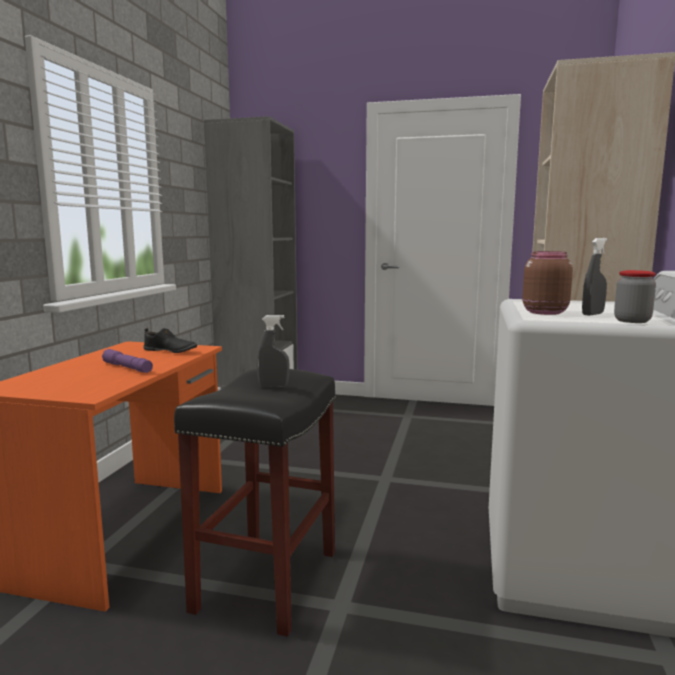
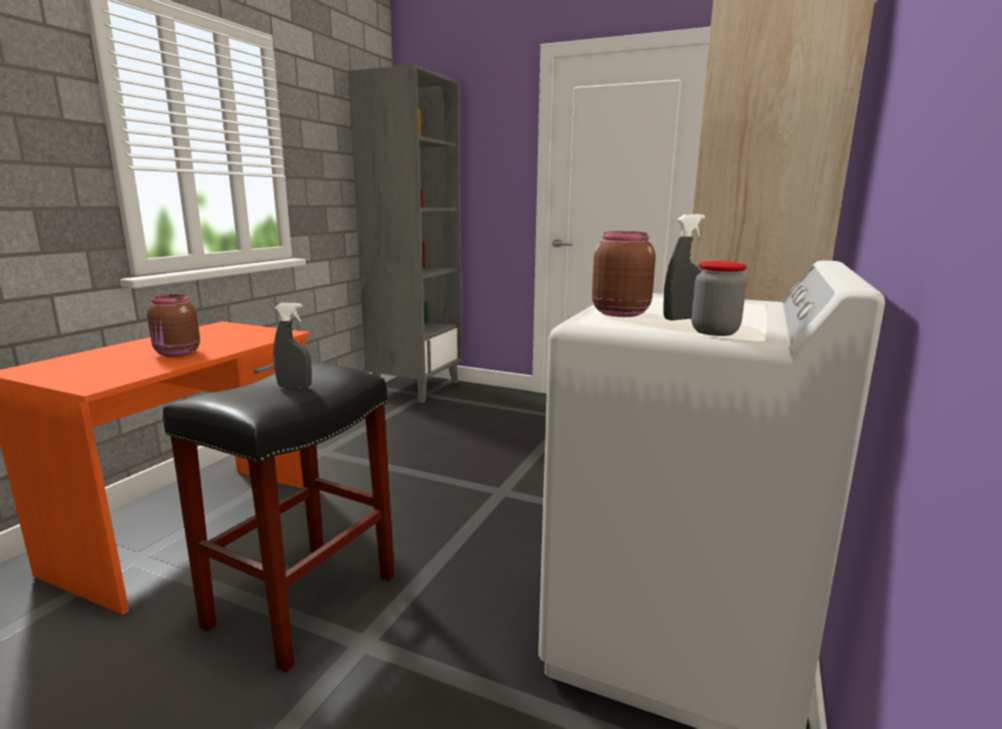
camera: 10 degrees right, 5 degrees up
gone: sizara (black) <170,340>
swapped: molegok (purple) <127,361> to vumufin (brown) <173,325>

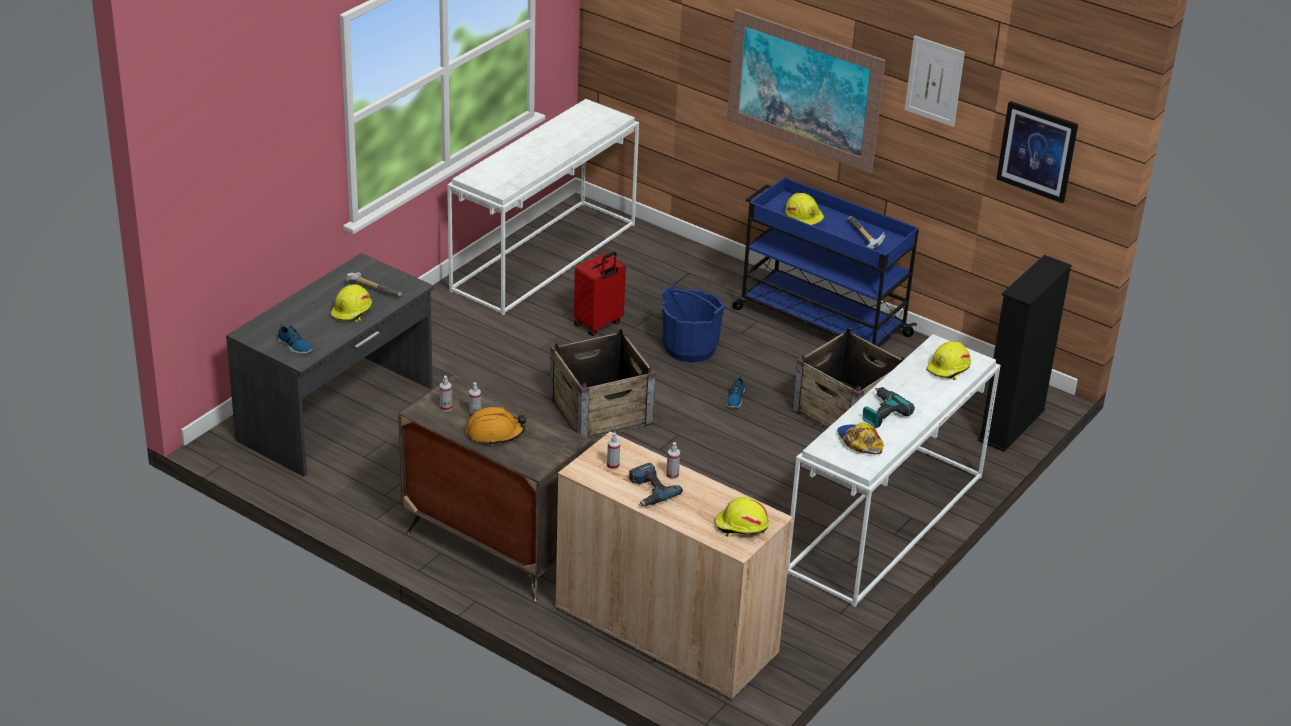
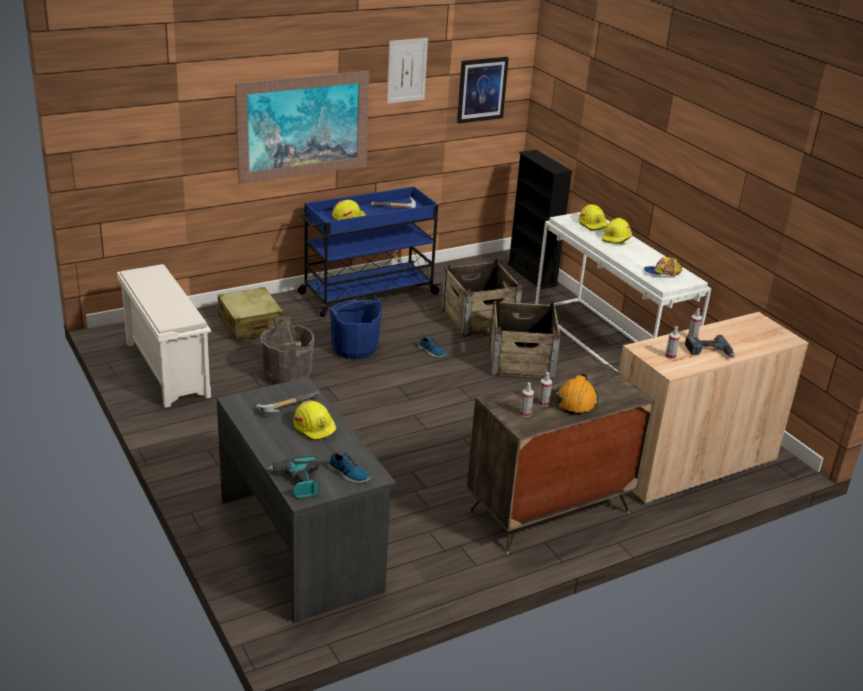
camera: 65 degrees left, 5 degrees down
new: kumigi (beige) <251,314>
shifted: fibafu <603,384> to <525,339>; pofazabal <888,407> to <293,477>; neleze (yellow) <741,517> to <617,231>
swapped: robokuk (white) <543,207> to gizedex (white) <164,336>; kumigi (red) <600,294> to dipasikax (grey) <287,350>
rotated: sizara <295,338> = <349,466> 60 degrees clockwise

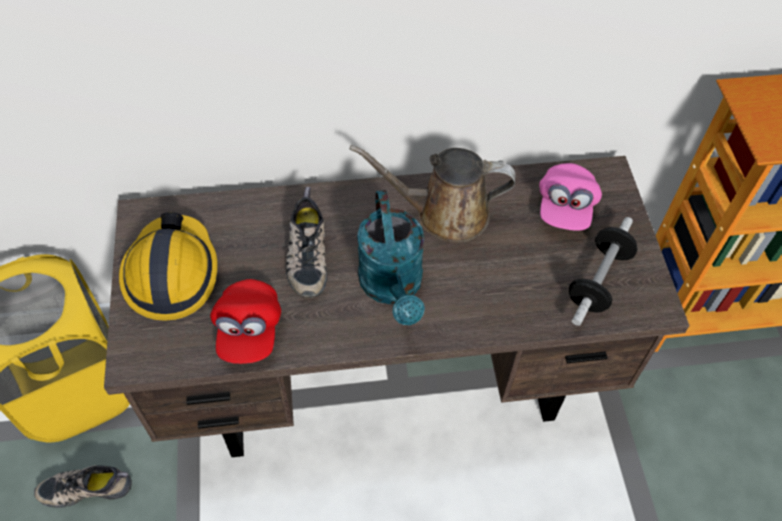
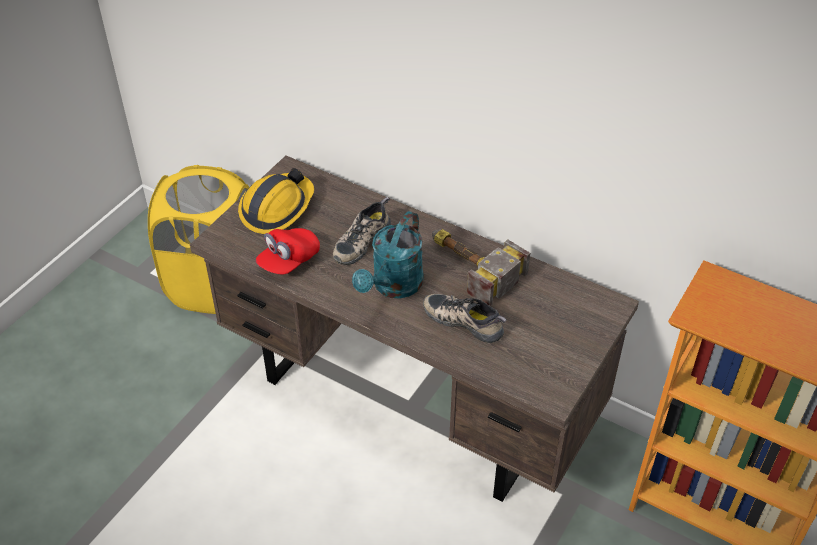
camera: 40 degrees right, 10 degrees down
gone: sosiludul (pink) <570,197>; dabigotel <603,271>
shifted: sizara <83,486> to <465,318>
swapped: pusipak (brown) <432,194> to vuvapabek <481,267>

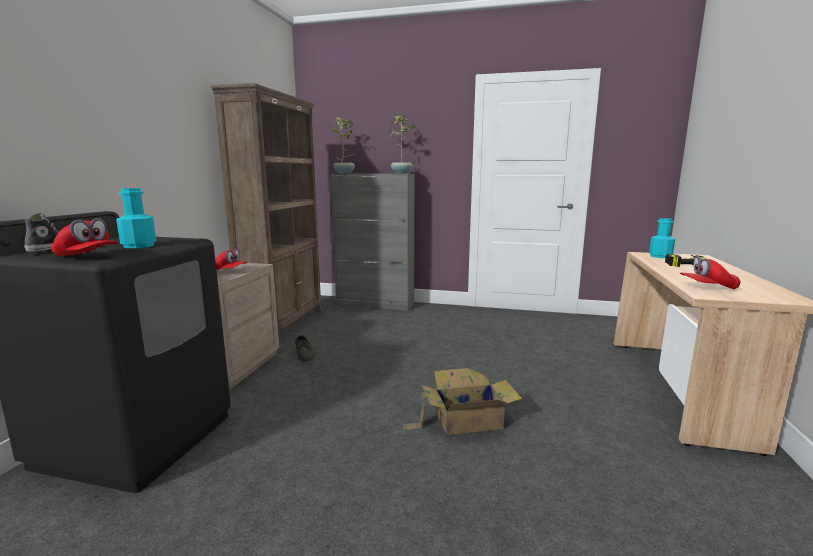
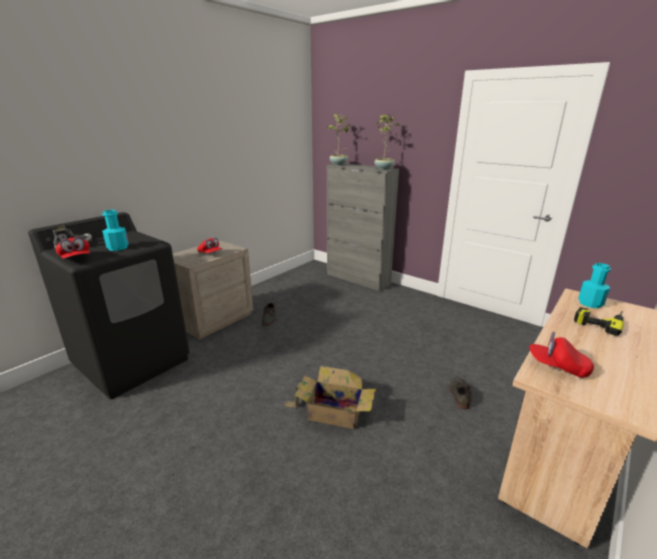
camera: 25 degrees right, 10 degrees up
gone: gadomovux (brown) <266,207>
new: sizara (grey) <460,393>

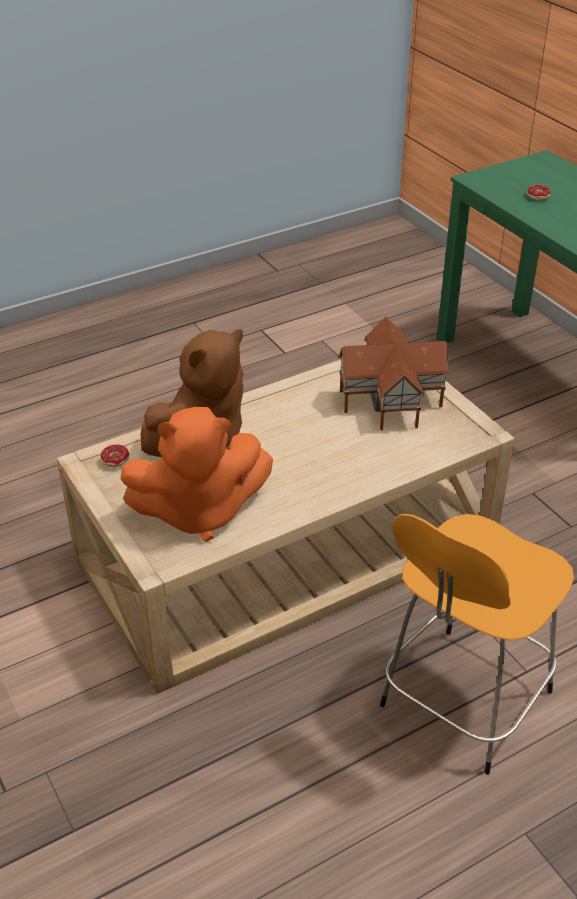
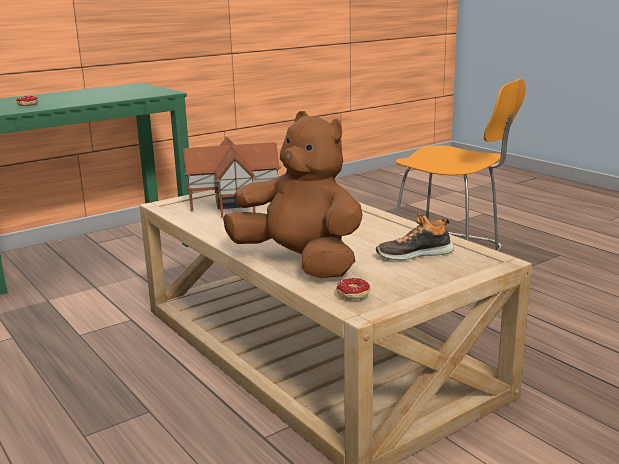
camera: 95 degrees left, 20 degrees down
swapped: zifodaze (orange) <196,474> to sizara <415,236>

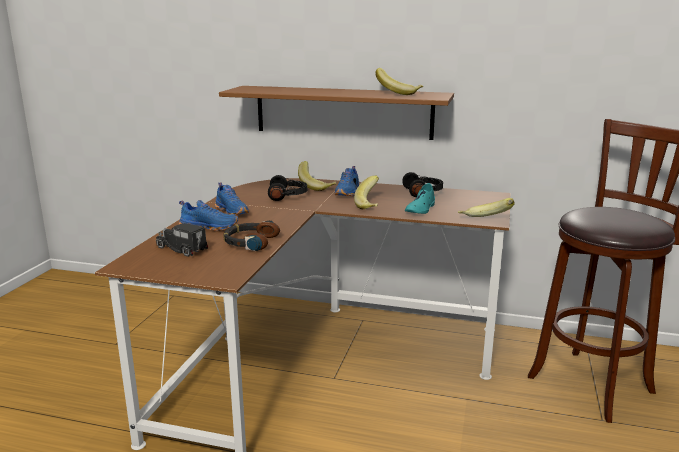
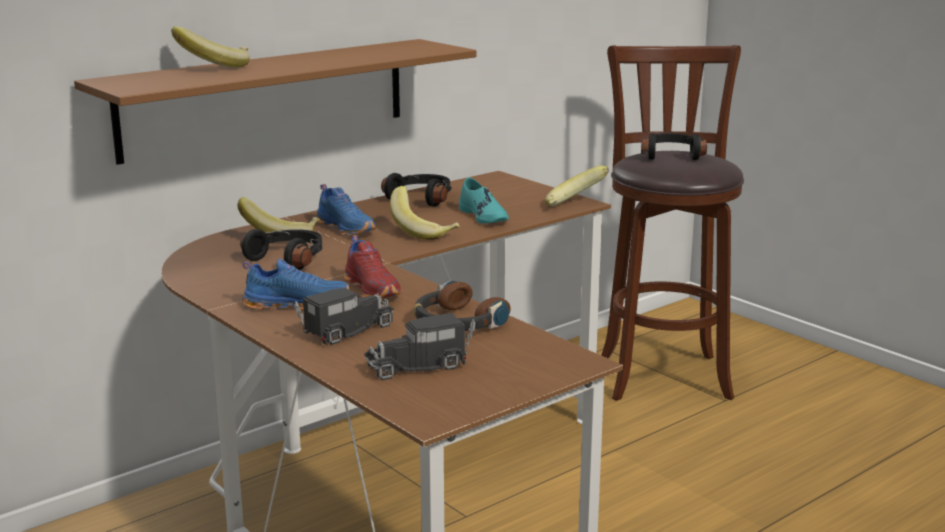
camera: 55 degrees left, 0 degrees up
new: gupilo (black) <674,146>; sizara (red) <373,266>
shifted: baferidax <399,81> to <210,47>
swapped: sizara (blue) <208,215> to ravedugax <344,316>

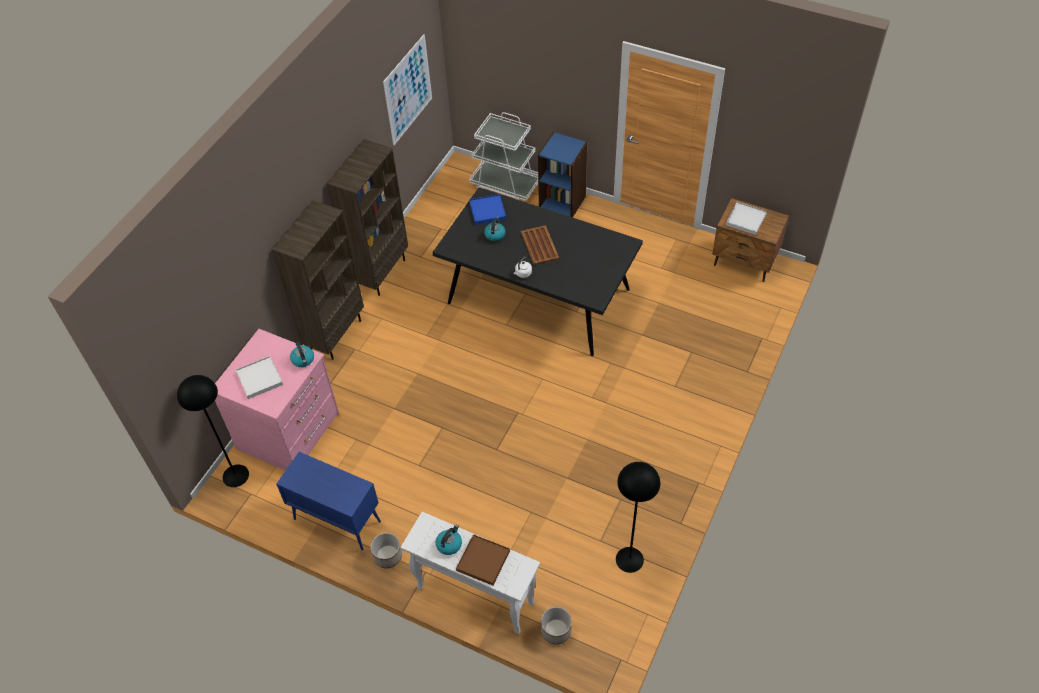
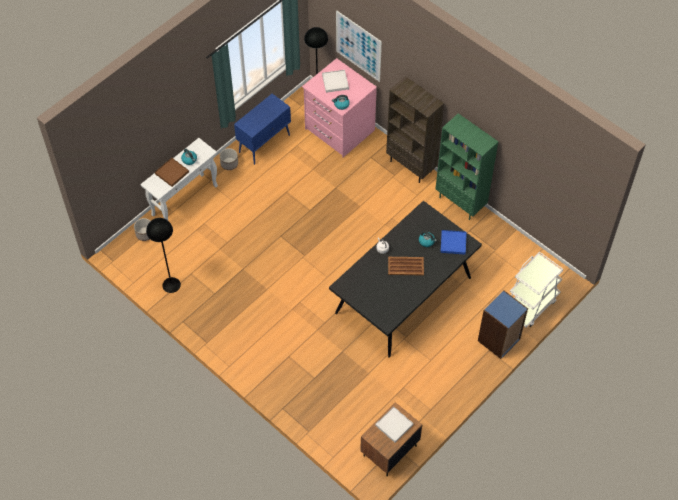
camera: 105 degrees right, 5 degrees up
shifted: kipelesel <407,89> to <359,46>
repainted: gadomovux (brown) <367,217> to gadomovux (green) <467,166>

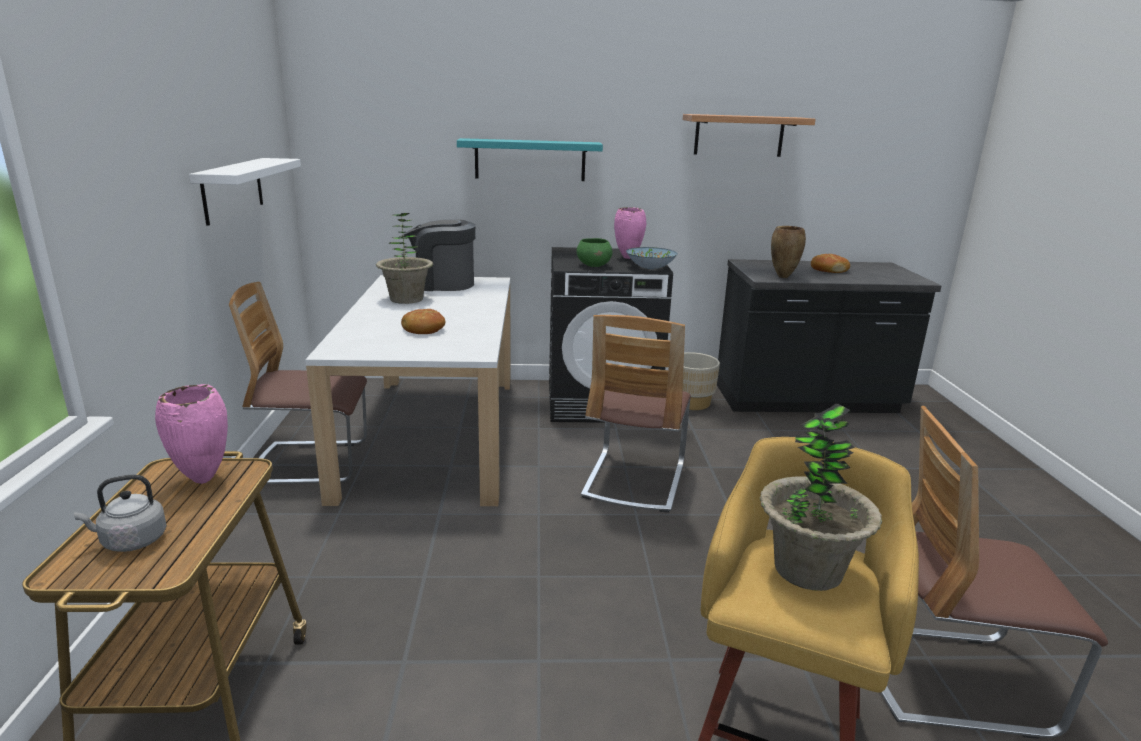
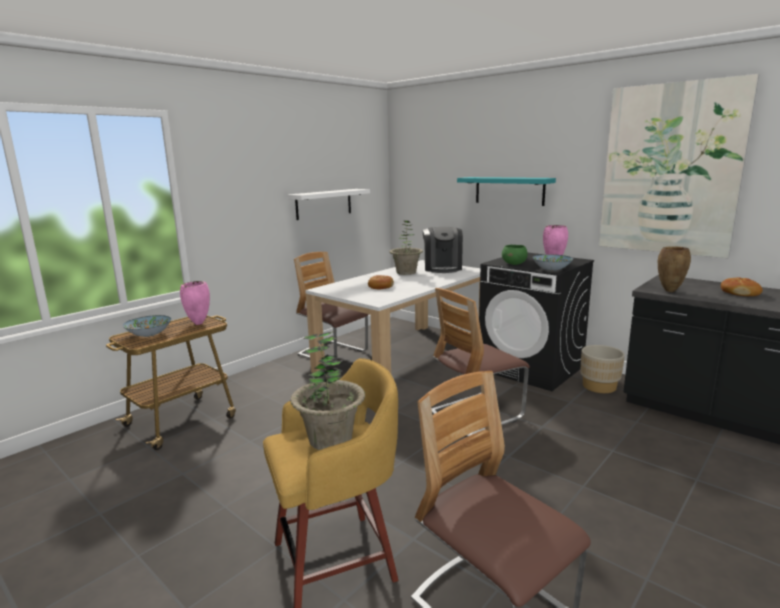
camera: 45 degrees right, 5 degrees down
swapped: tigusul <749,135> to kipelesel <679,166>; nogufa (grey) <120,513> to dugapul <147,326>
rotated: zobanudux <440,255> = <442,250> 135 degrees counterclockwise

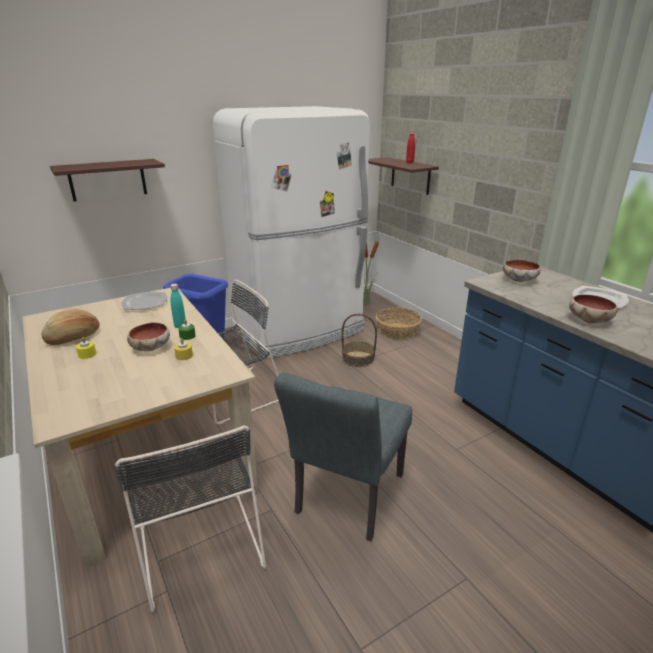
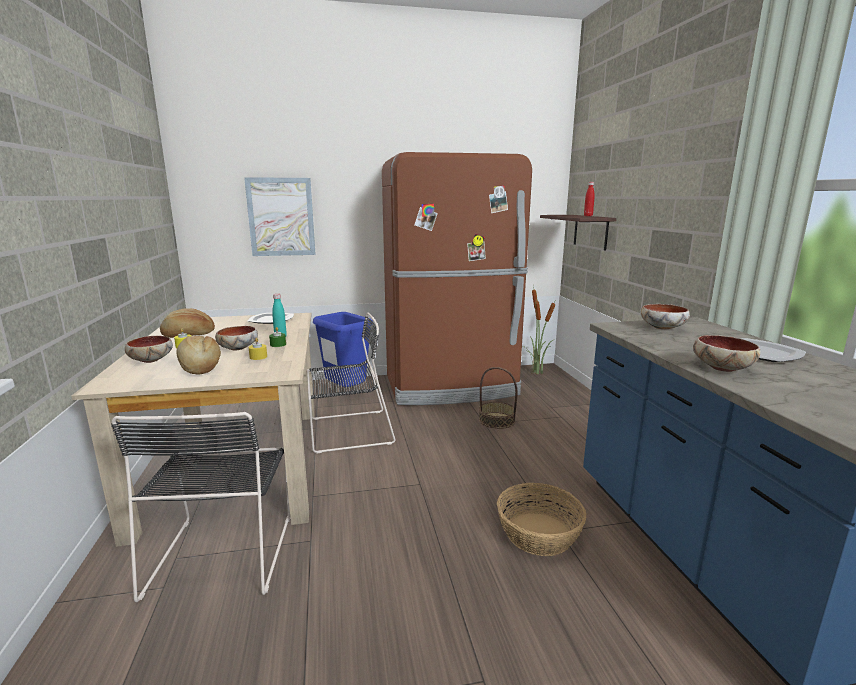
camera: 20 degrees right, 10 degrees down
gone: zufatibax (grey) <343,457>
new: dugapul <149,349>; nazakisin <198,355>
shifted: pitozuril <399,323> to <542,519>
swapped: tigusul <107,180> to kipelesel <280,216>
repainted: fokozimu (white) <291,232> to fokozimu (brown) <457,278>

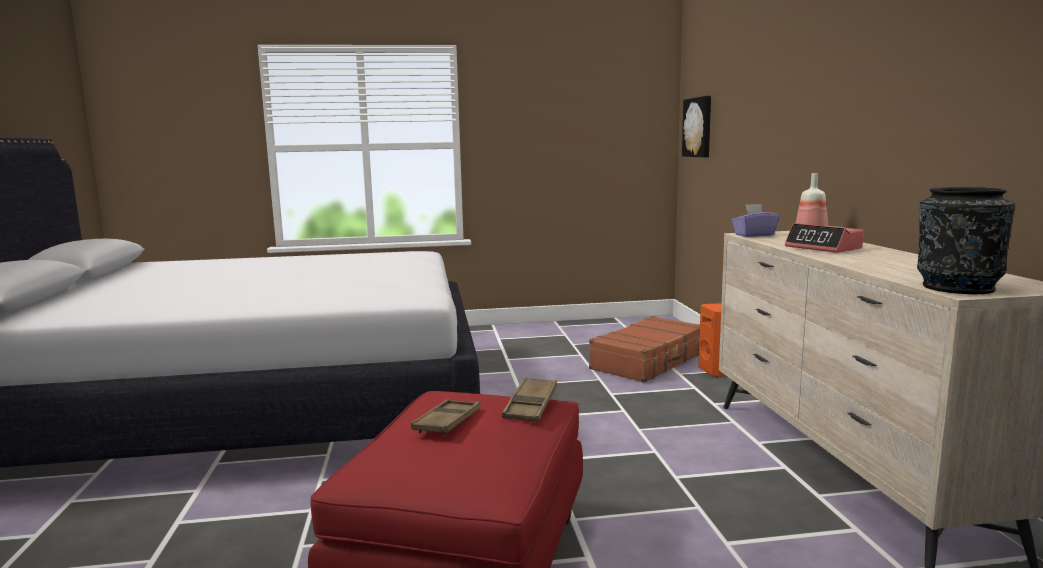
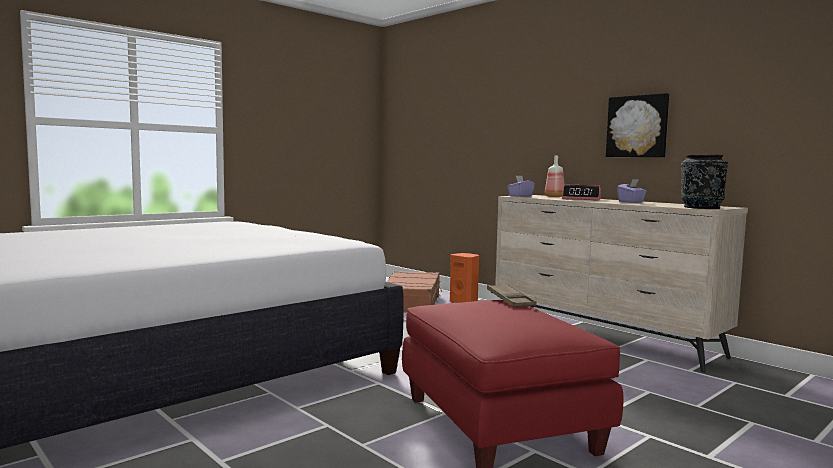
camera: 35 degrees left, 5 degrees down
gone: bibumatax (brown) <446,417>
new: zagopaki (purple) <632,191>
shifted: kipelesel <696,126> to <637,125>

